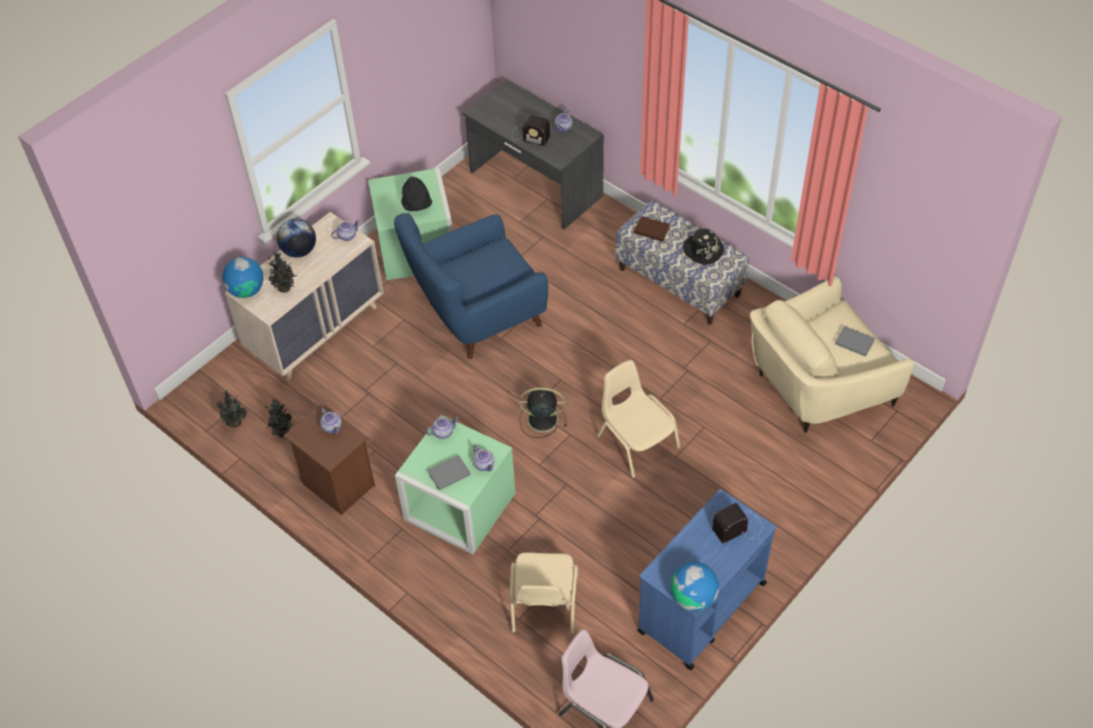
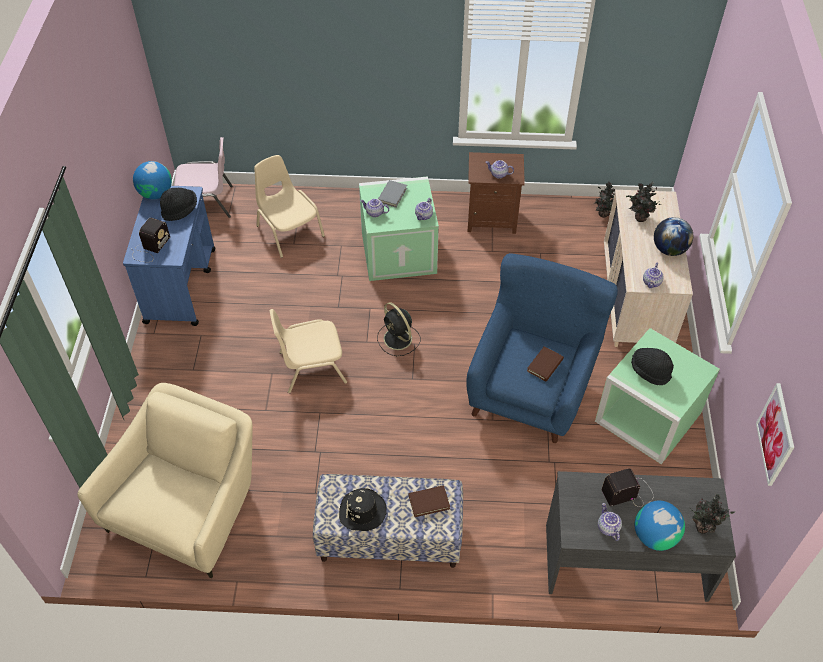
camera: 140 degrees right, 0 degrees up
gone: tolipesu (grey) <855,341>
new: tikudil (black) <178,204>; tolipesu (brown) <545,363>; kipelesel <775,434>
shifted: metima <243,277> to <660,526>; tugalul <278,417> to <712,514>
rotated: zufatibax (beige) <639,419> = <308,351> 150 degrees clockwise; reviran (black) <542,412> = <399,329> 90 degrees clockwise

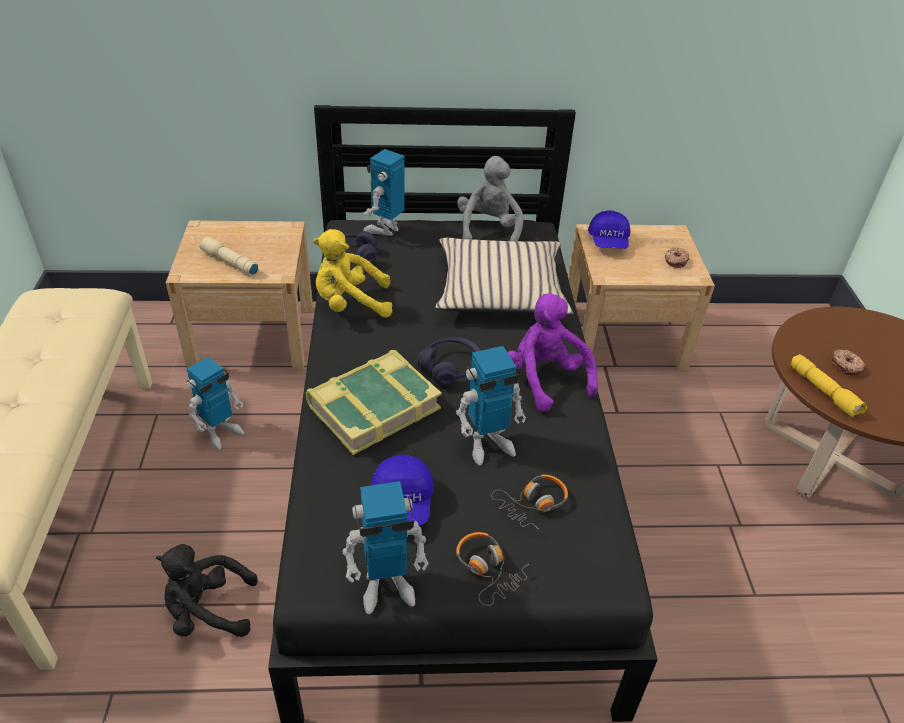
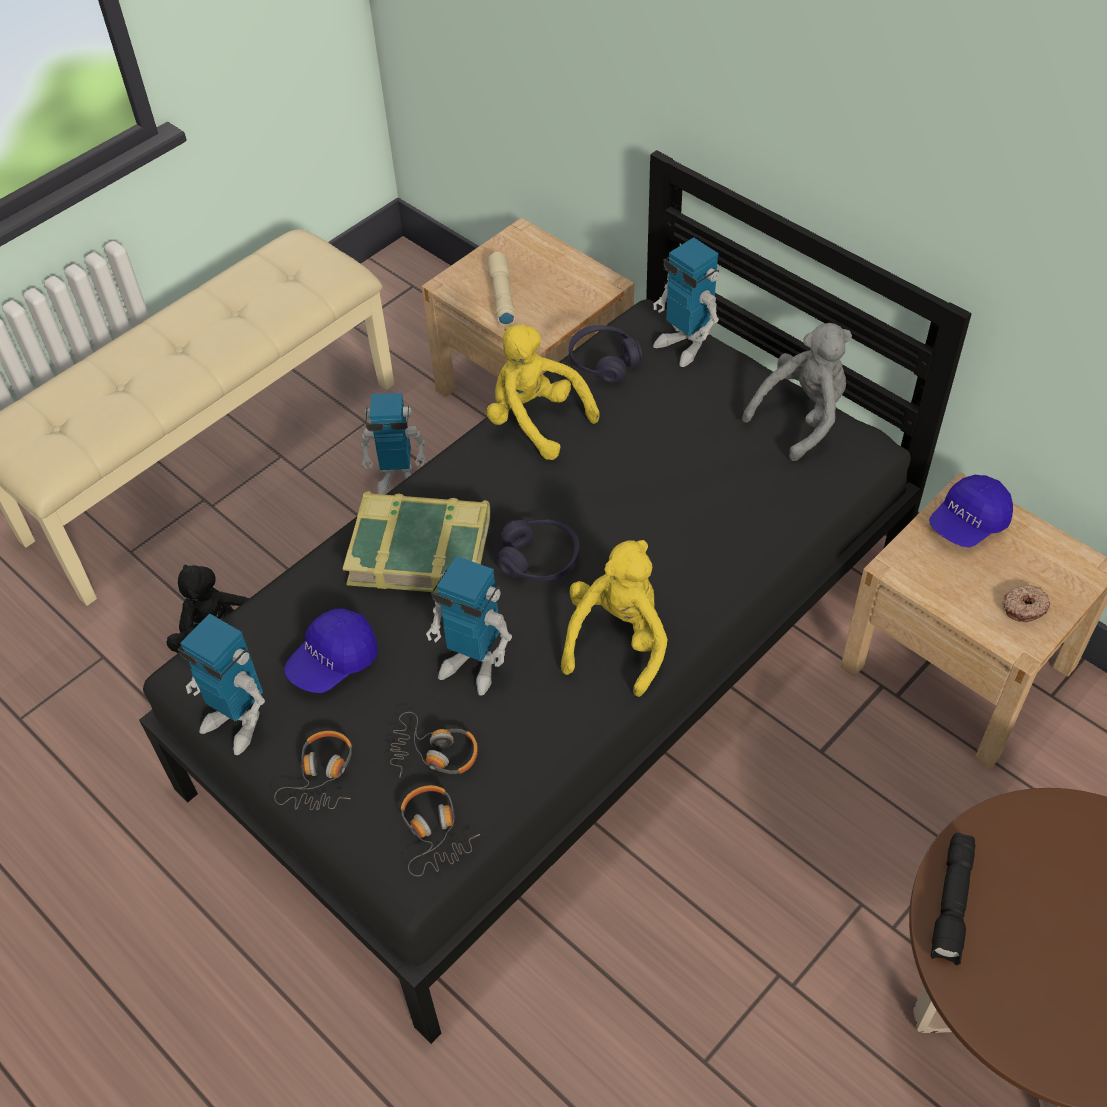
camera: 50 degrees right, 10 degrees up
gone: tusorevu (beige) <504,276>; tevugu <848,362>
new: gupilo <440,830>
repainted: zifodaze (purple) <552,352> to zifodaze (yellow) <614,618>; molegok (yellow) <828,386> to molegok (black) <953,899>
rotated: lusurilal <384,192> = <686,302> 120 degrees counterclockwise

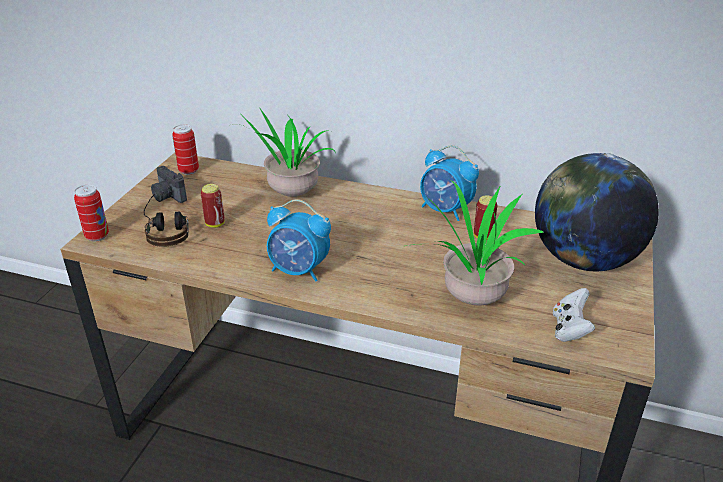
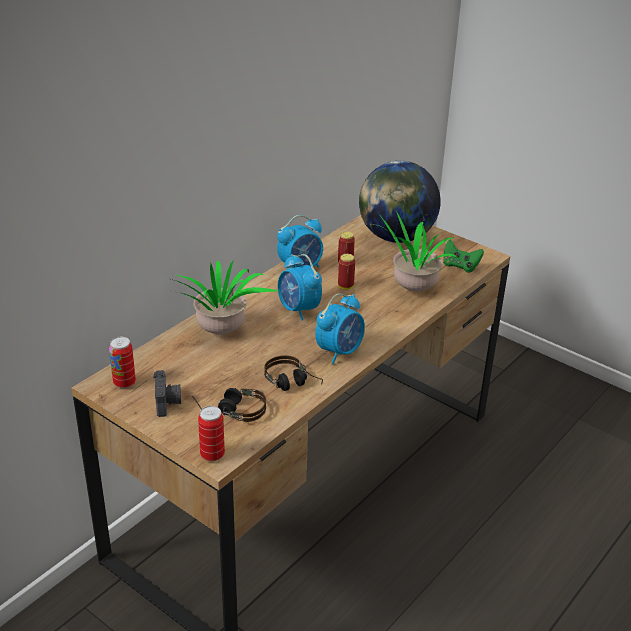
camera: 70 degrees left, 0 degrees up
new: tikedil <300,287>; gupilo <293,373>
shifted: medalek <213,206> to <346,272>
repainted: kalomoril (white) <574,315> to kalomoril (green) <463,256>
rotated: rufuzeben <169,184> = <167,393> 75 degrees counterclockwise

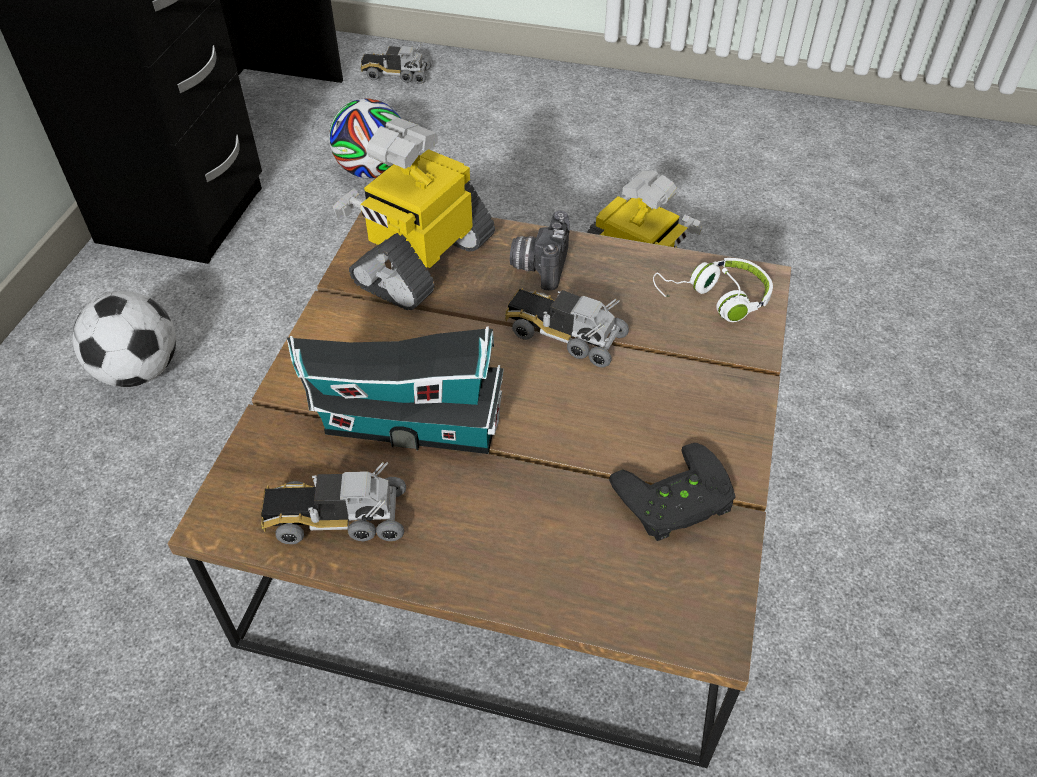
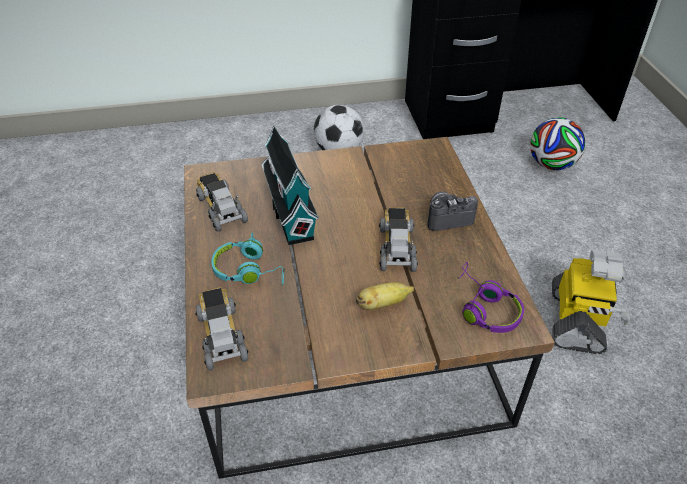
camera: 65 degrees right, 5 degrees down
gone: lusurilal <414,214>; kalomoril (black) <672,492>
new: gupilo (turquoise) <248,258>; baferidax <385,296>
shifted: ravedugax <396,63> to <222,328>
repainted: gupilo (white) <713,290> to gupilo (purple) <490,297>

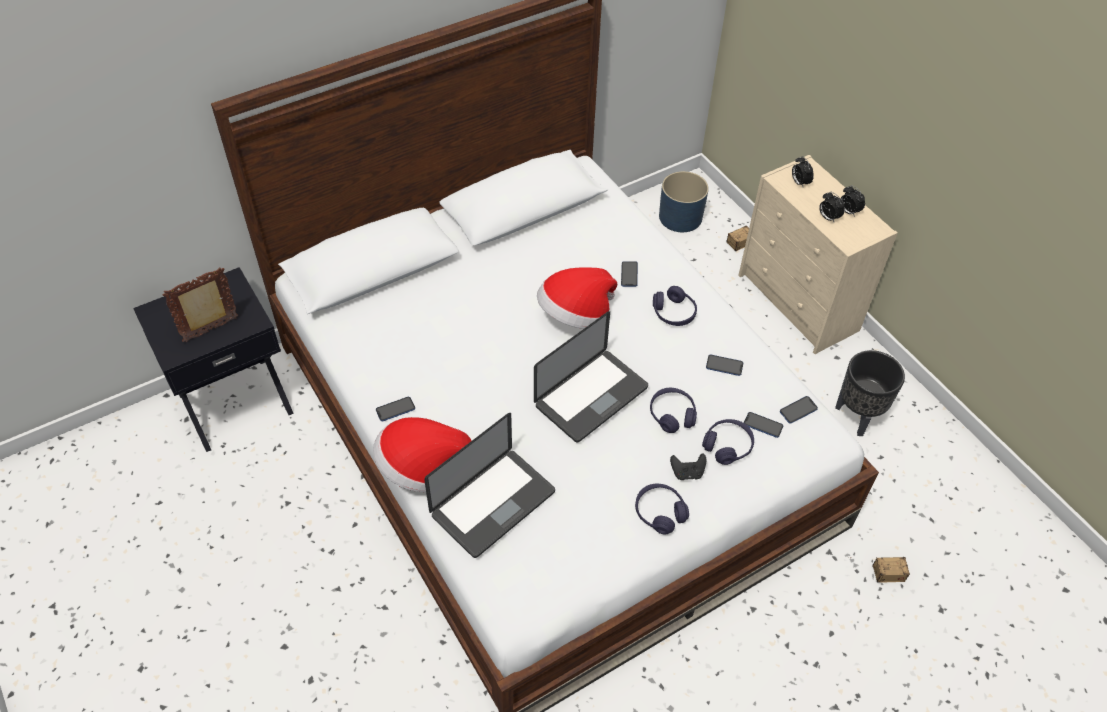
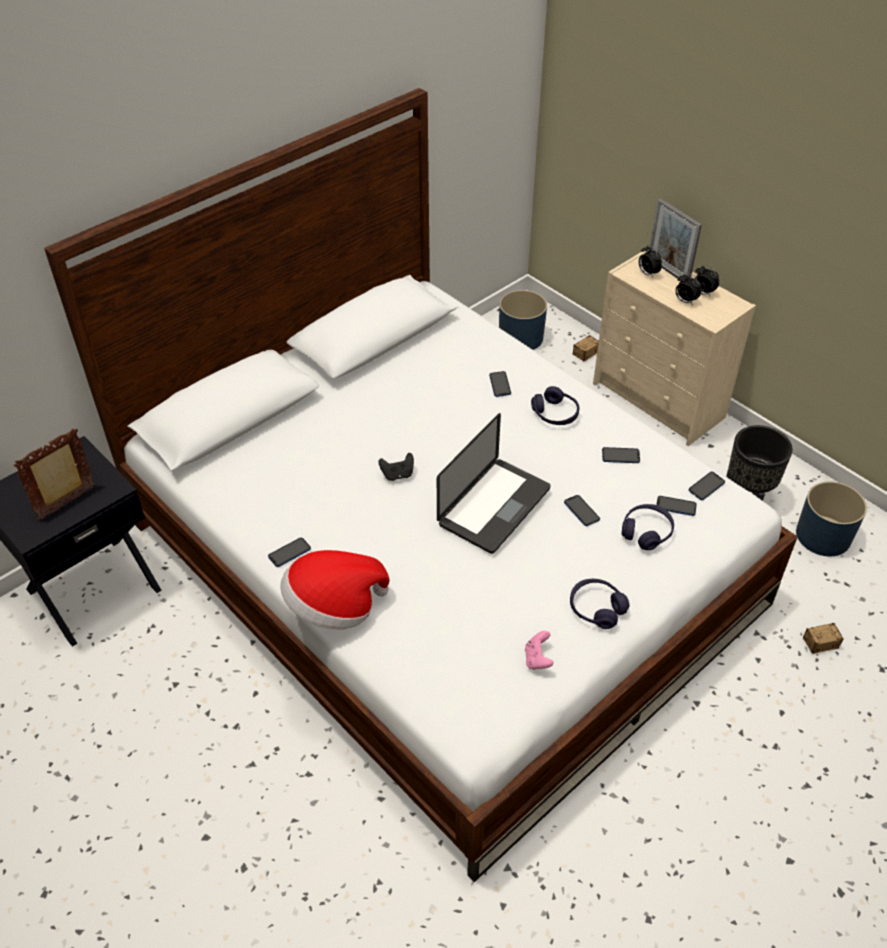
camera: 10 degrees left, 5 degrees down
gone: tikudil <577,298>; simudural <489,485>
new: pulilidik <676,238>; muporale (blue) <831,518>; kalomoril (pink) <539,650>
shifted: kalomoril (black) <688,466> to <396,467>
swapped: gupilo (purple) <673,410> to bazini <582,510>

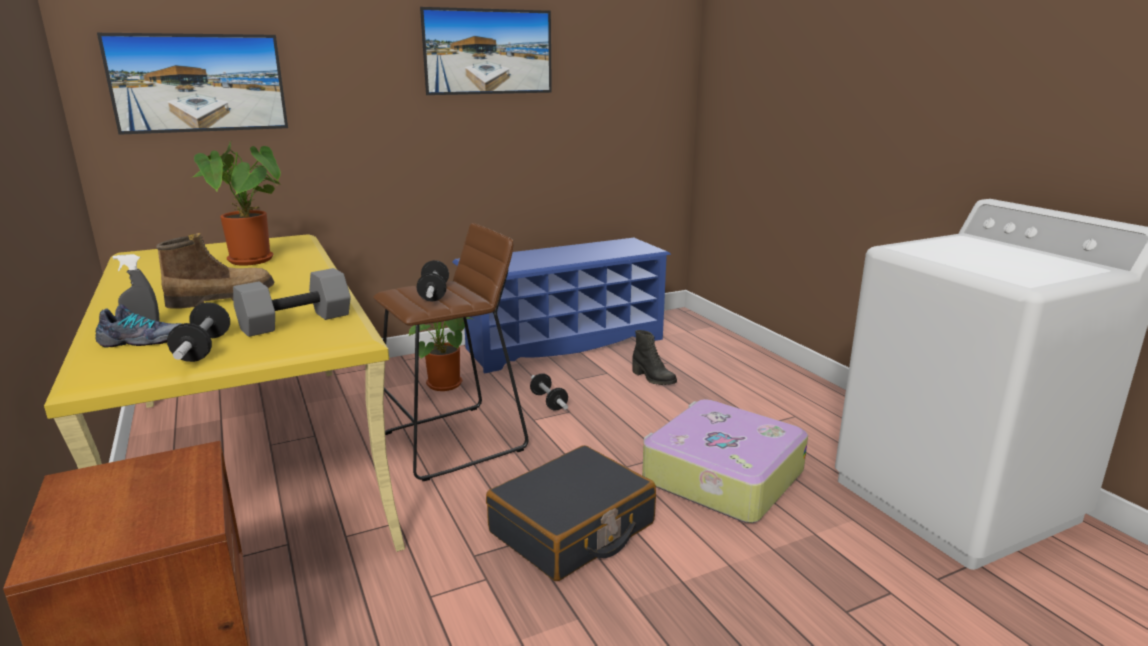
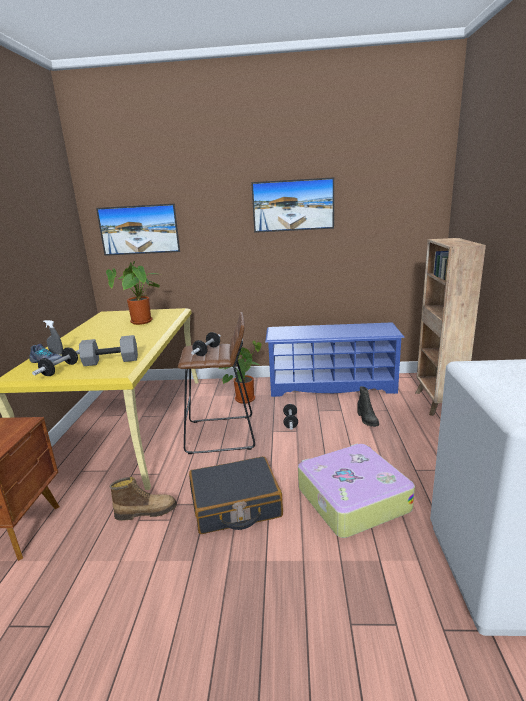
camera: 30 degrees right, 0 degrees up
new: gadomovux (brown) <450,327>
shifted: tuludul <215,271> to <143,499>

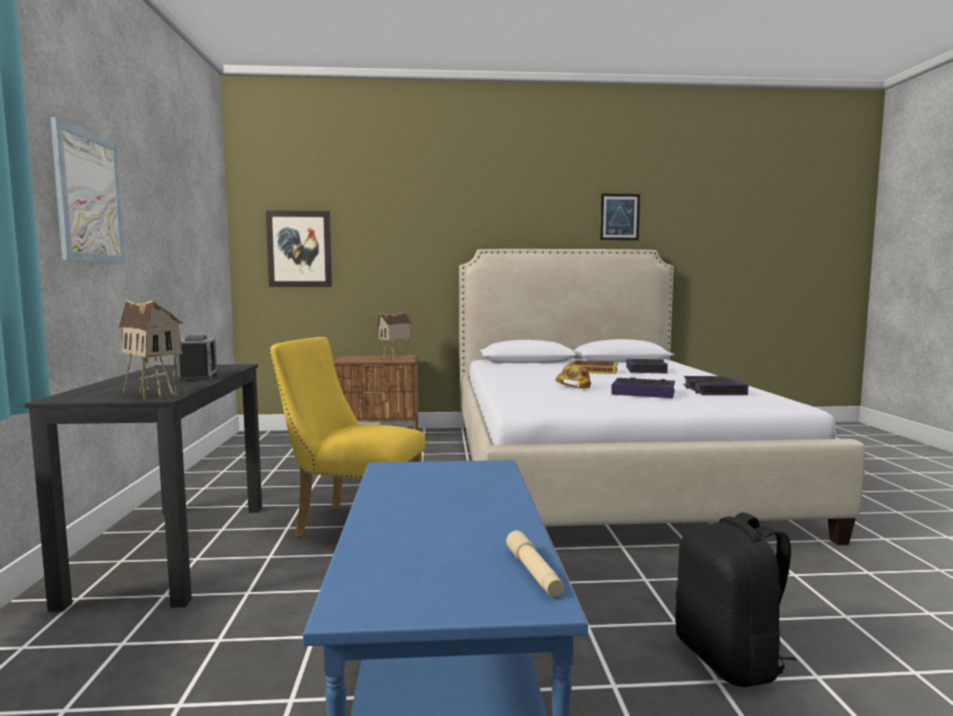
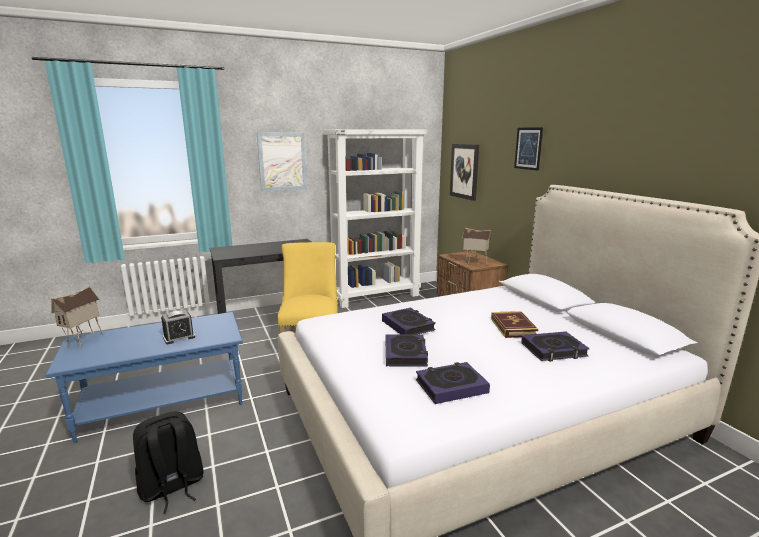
camera: 70 degrees right, 10 degrees up
gone: molegok (beige) <535,563>
new: gadomovux (white) <375,218>
shifted: kipelesel <620,217> to <528,149>; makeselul <150,349> to <77,317>; tikedil <196,358> to <178,327>
swapped: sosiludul <574,376> to tolipesu <409,320>

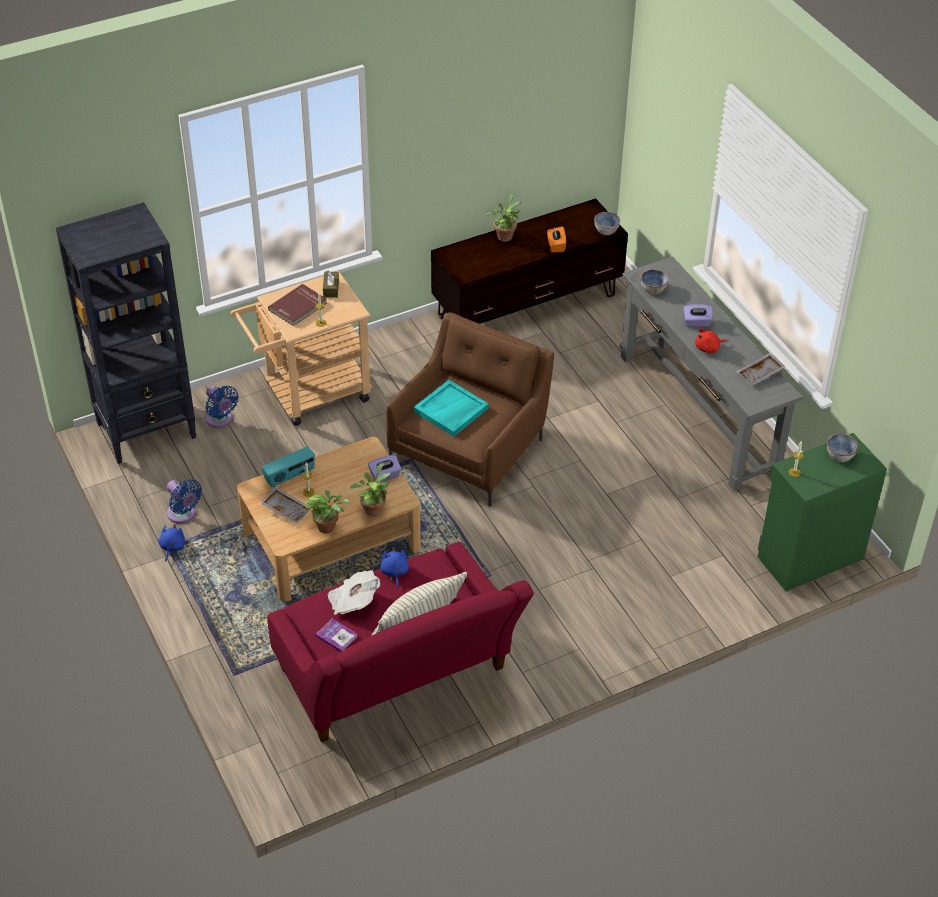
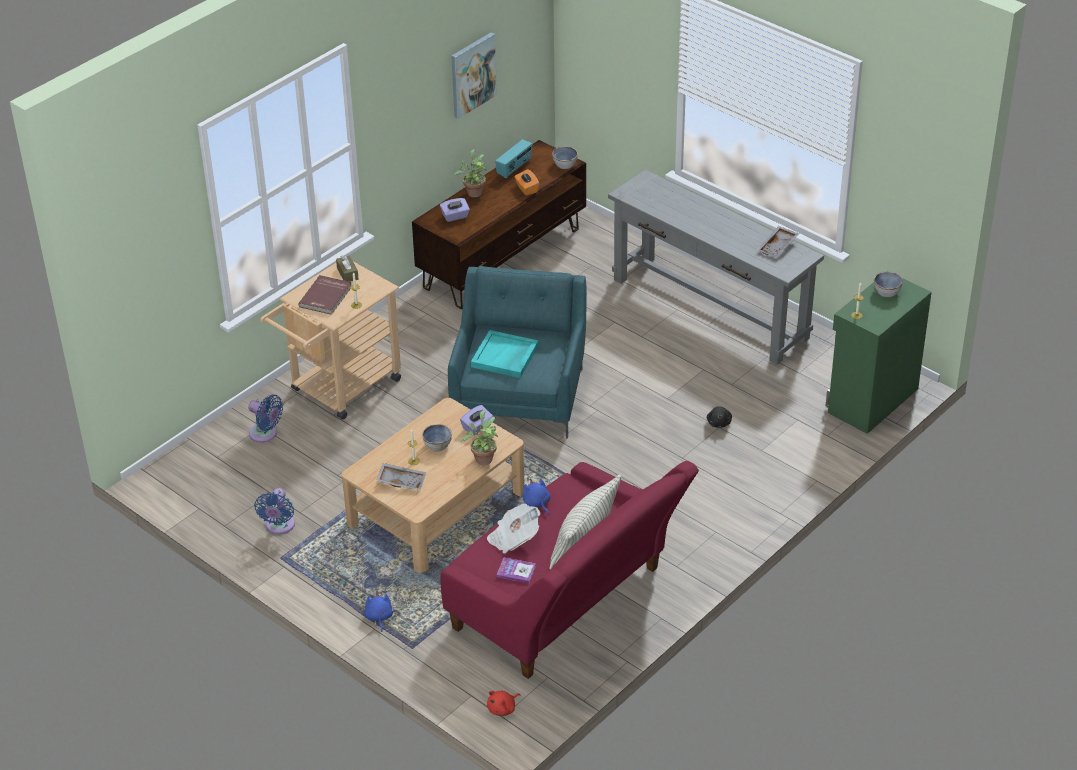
camera: 20 degrees left, 5 degrees down
gone: gadomovux (black) <126,333>; tugalul <327,512>
new: kipelesel <474,75>; zifodaze (black) <719,417>
shifted: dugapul <654,282> to <437,437>; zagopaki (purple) <698,315> to <455,210>; zifodaze (red) <711,340> to <503,703>; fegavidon <288,467> to <513,158>; zifodaze (blue) <171,543> to <379,612>
repainted: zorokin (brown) <470,409> to zorokin (turquoise) <517,352>
rotated: reviran (blue) <184,501> = <274,511> 75 degrees clockwise

